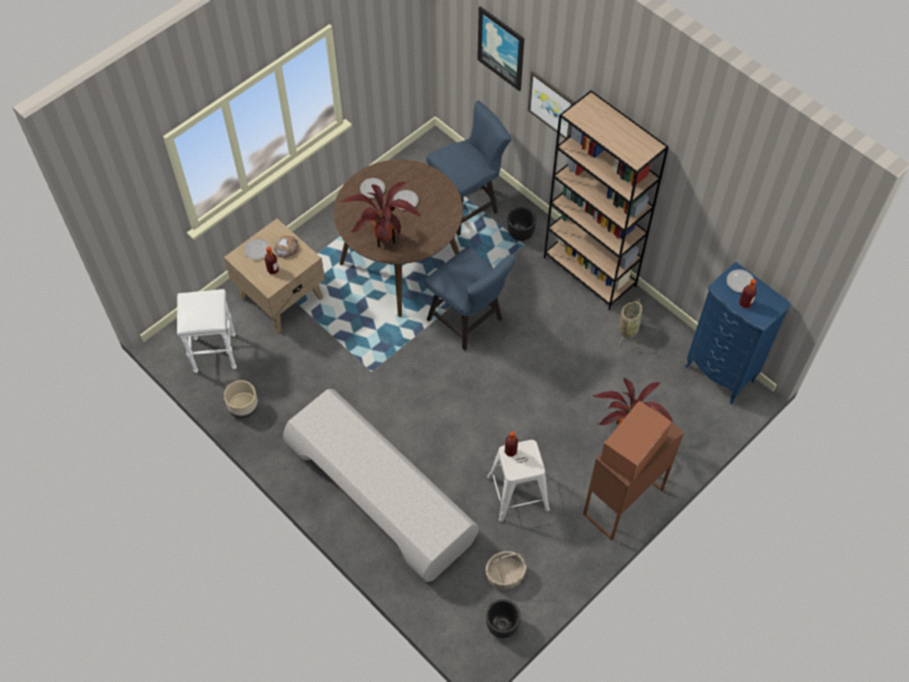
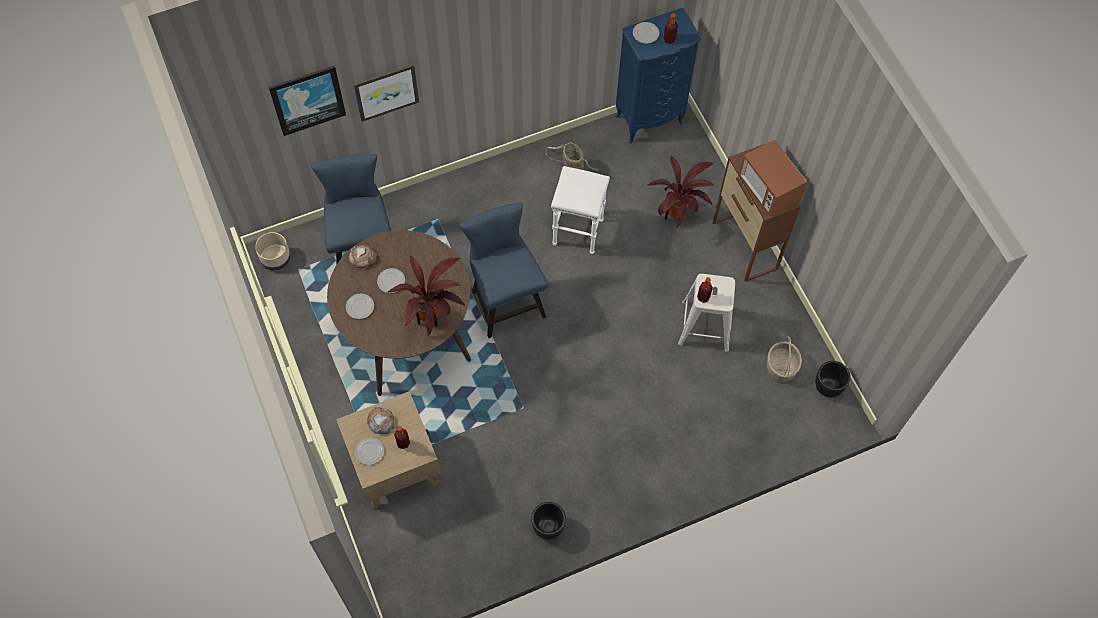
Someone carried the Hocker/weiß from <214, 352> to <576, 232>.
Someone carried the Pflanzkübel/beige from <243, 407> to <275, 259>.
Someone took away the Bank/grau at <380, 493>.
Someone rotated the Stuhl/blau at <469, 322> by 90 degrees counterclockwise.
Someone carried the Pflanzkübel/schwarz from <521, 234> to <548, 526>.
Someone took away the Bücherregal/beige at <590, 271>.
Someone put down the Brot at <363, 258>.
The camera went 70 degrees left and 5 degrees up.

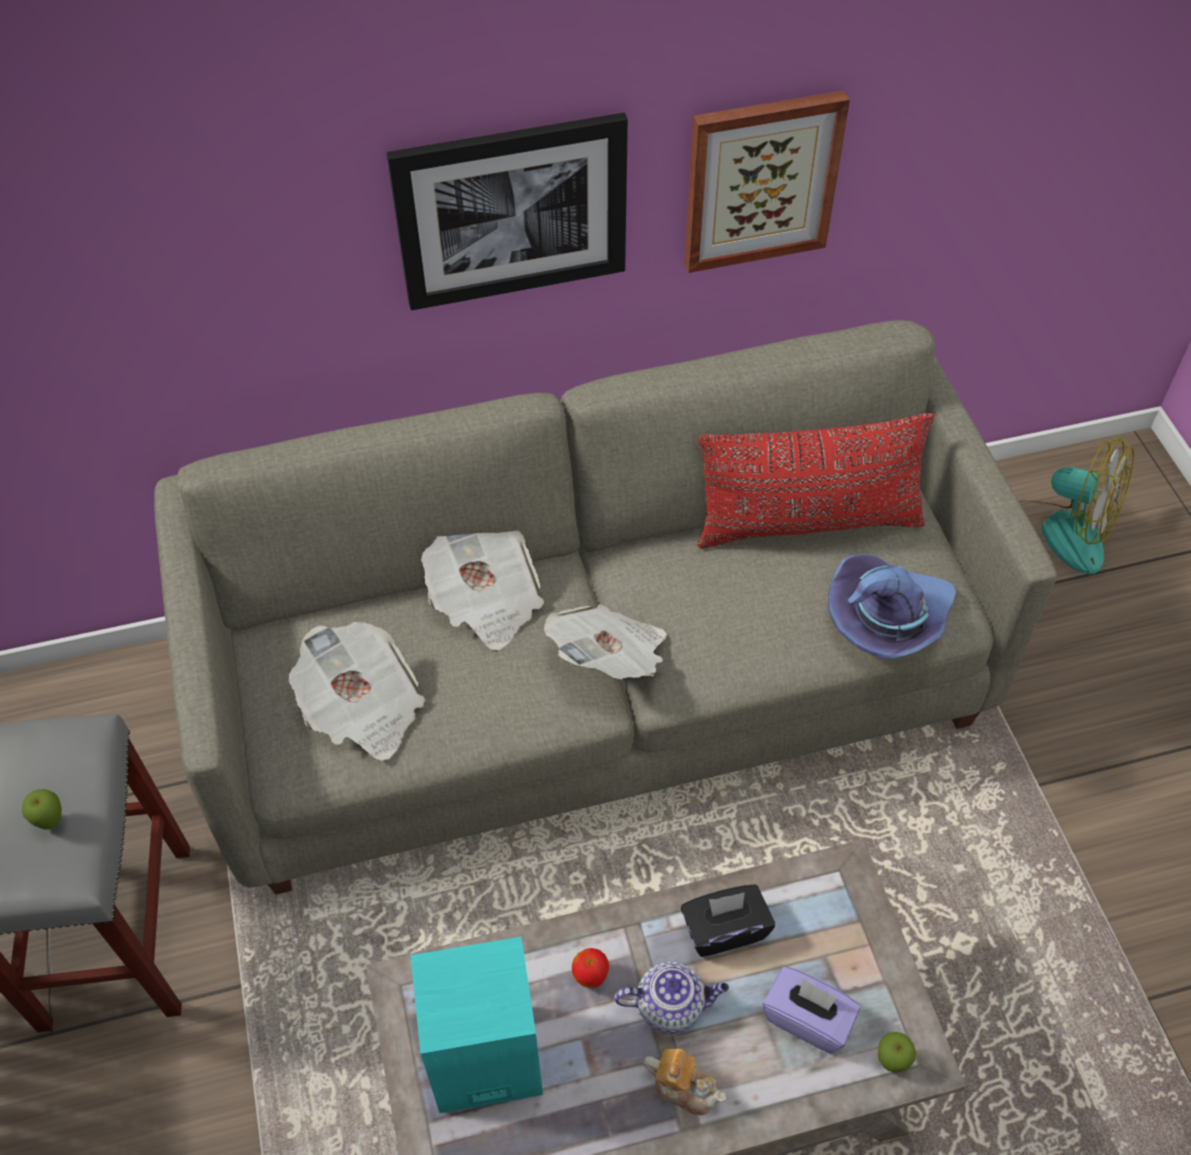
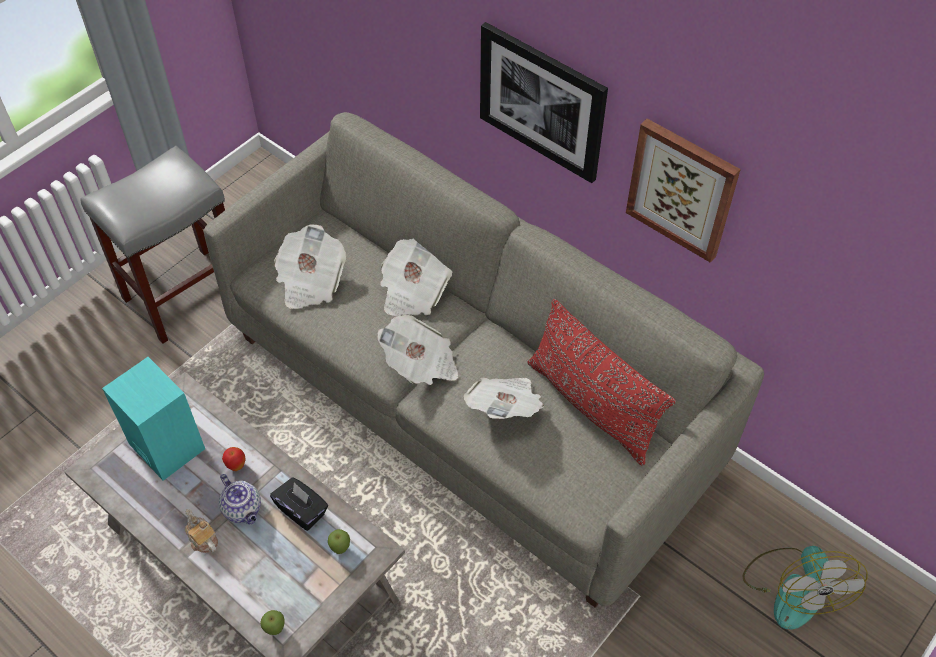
Someone carried the Apfel from <51, 822> to <340, 549>.
Someone rotated the Teekanne at <684, 1087> by 150 degrees clockwise.
Someone took away the Taschentuchbox/lila at <807, 1018>.
Someone took away the Hut/lila at <888, 618>.
Someone put down the Zeitung at <505, 408>.
The camera went 55 degrees right and 0 degrees up.

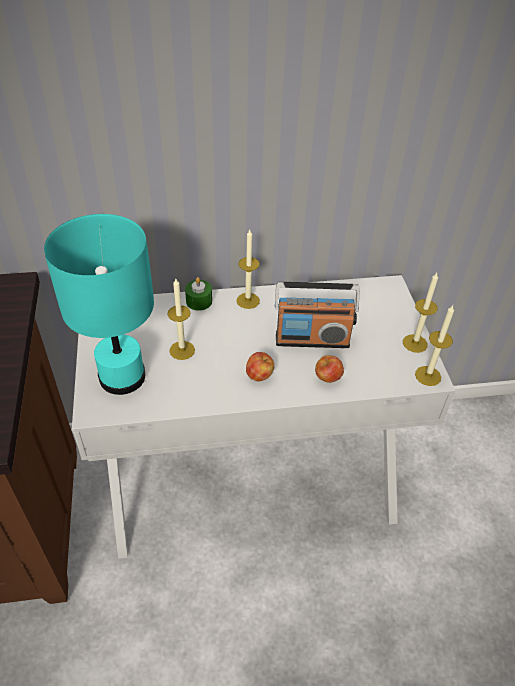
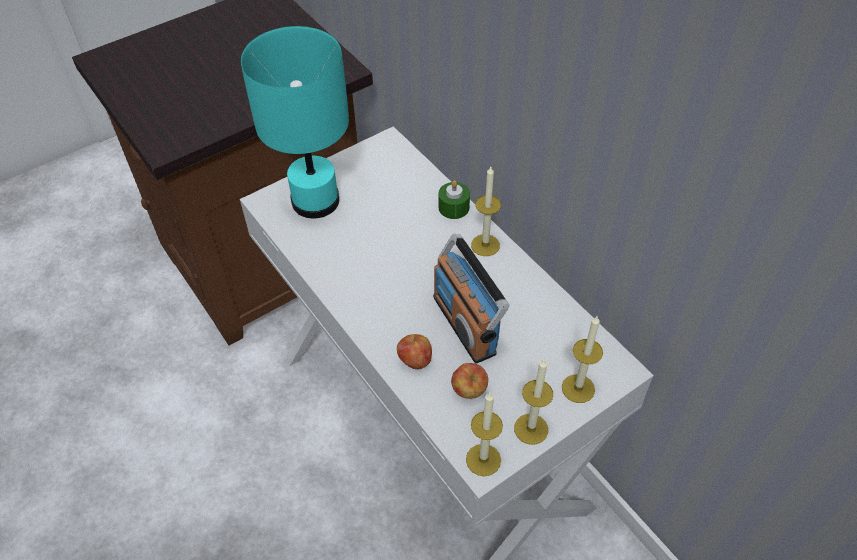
Someone carried the Kerze from <182, 350> to <578, 388>.
Someone carried the Apfel from <259, 375> to <469, 390>.
The camera went 65 degrees right and 5 degrees up.

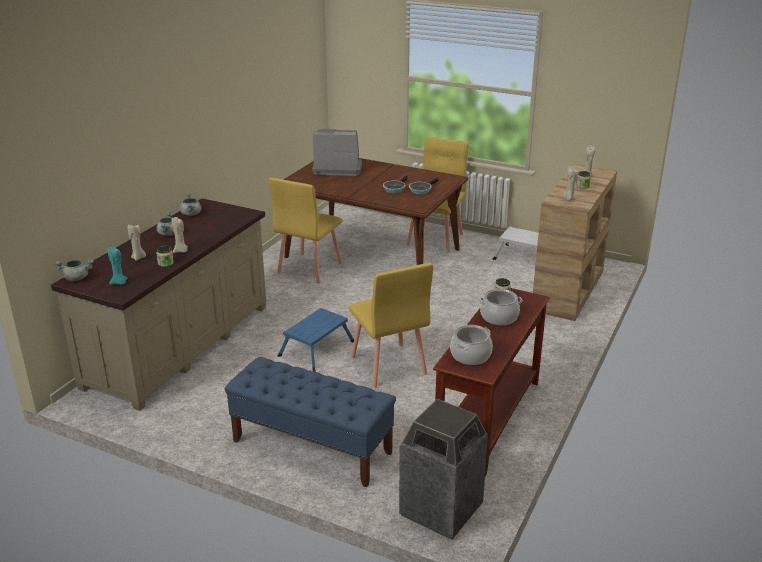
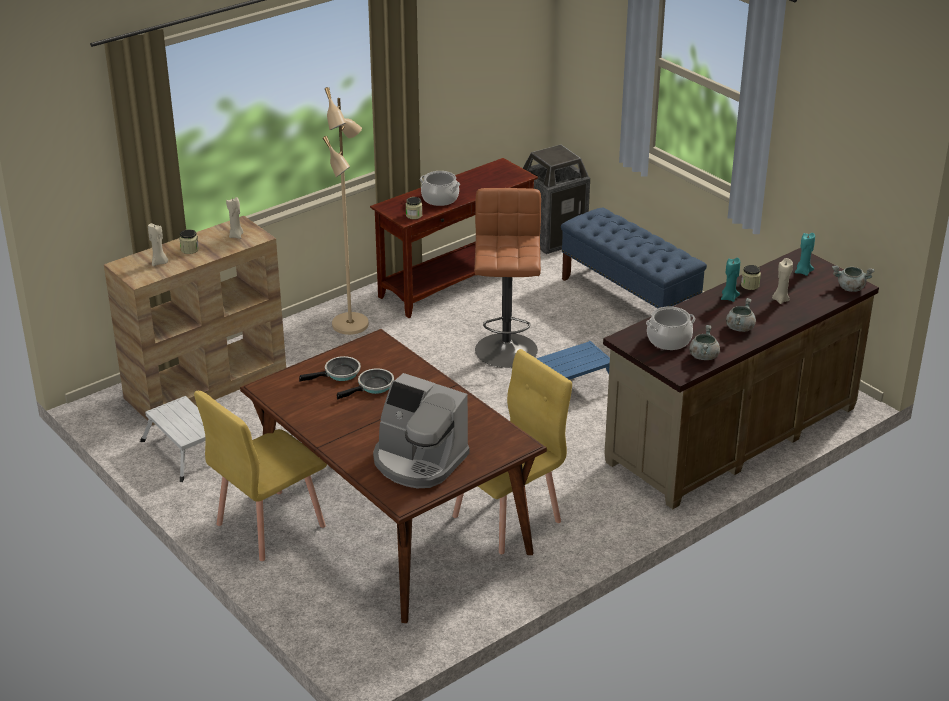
Someone repainted the Kerze/beige at <181, 251>, which became the Kerze/türkis at <729, 298>.
Someone swapped the Stuhl/gelb at <388, 366> for the Hocker/braun at <507, 350>.
Someone carried the Kochtopf from <470, 356> to <669, 340>.
Someone put down the Stehlampe/beige at <351, 325>.
The camera went 155 degrees left and 5 degrees up.

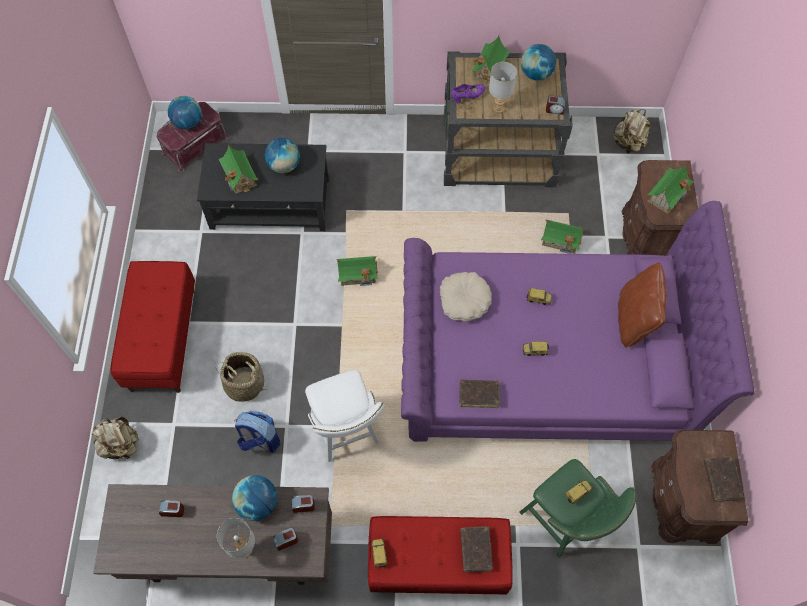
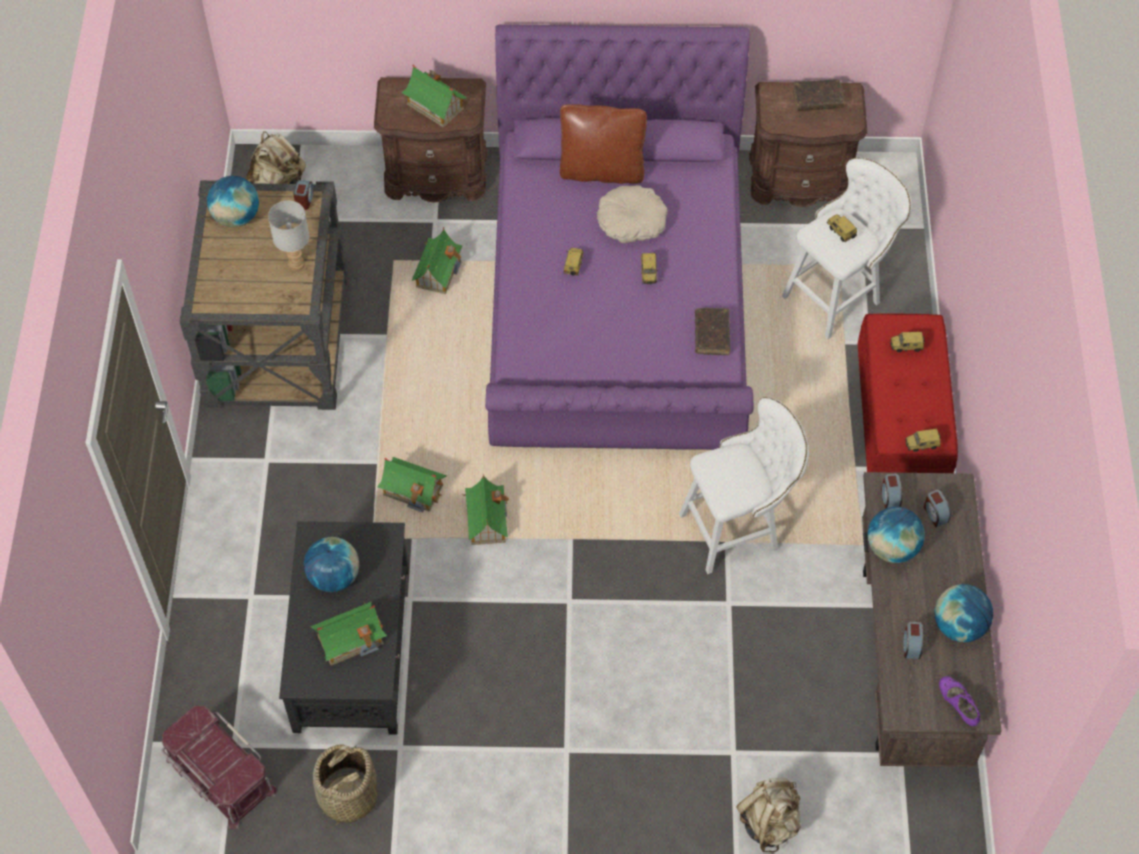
Someone took away the Bank/rot at <162, 339>.
Someone carried the Globus from <188, 123> to <959, 626>.
Someone carried the Korb from <244, 384> to <347, 796>.
Someone took away the Tischlampe/grau at <244, 549>.
Someone took away the Rucksack at <260, 440>.
Someone carried the Kissen/beige from <465, 300> to <631, 220>.
Someone carried the Schuh/lila from <468, 97> to <957, 706>.
Someone swapped the Buch/braun at <475, 550> for the Spielzeugauto at <906, 347>.
Someone carried the Spielzeughaus from <489, 69> to <413, 490>.
Someone repainted the Hocker/grün at <565, 524>, which became the Hocker/weiß at <839, 293>.
The camera went 90 degrees left and 5 degrees down.

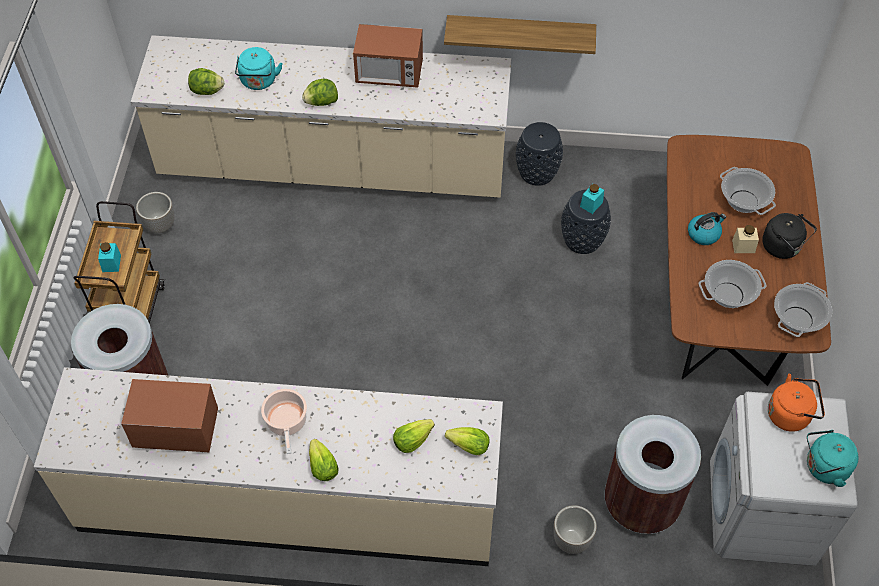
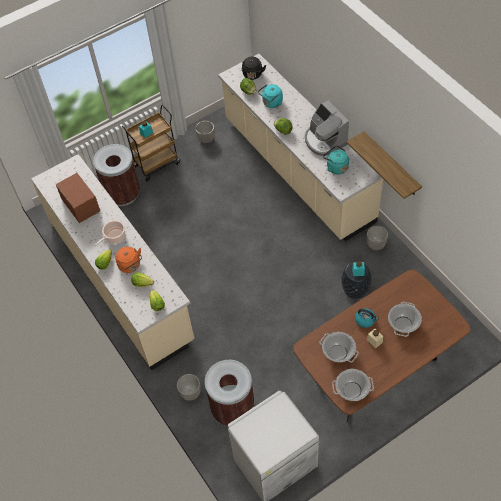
Someone swapped the Mikrowelle at <389, 74> for the Kaffeemaschine at <324, 140>.
Someone swapped the Hocker/schwarz at <537, 172> for the Pflanzkübel at <375, 244>.
Someone carried the Wasserkessel/schwarz from <783, 247> to <252, 75>.
Someone carried the Wasserkessel/orange from <791, 414> to <130, 266>.
Someone carried the Wasserkessel/türkis from <824, 468> to <336, 167>.
The camera went 55 degrees right and 0 degrees up.

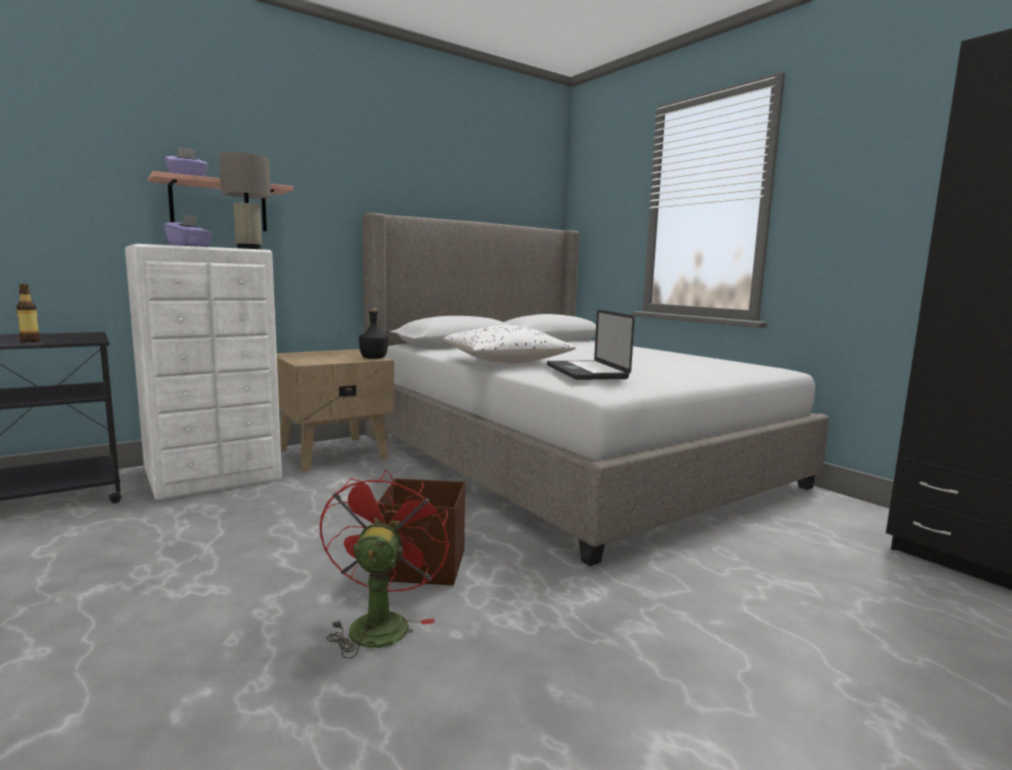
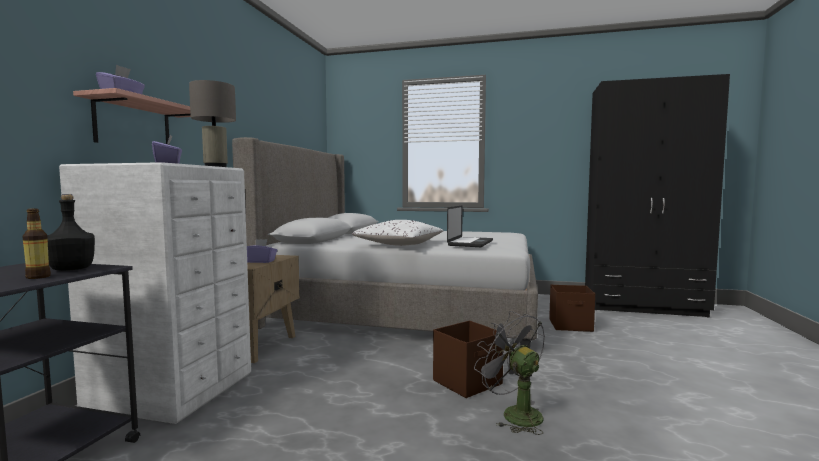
Someone repainted the Ventilator/rot at <380, 622>, which became the Ventilator/grau at <514, 414>.
Someone carried the Flasche/schwarz from <373, 358> to <72, 269>.
Someone rotated the Laptop at <586, 372> by 105 degrees counterclockwise.
Someone put down the Taschentuchbox/lila at <260, 261>.
Someone put down the Aufbewahrungsbox/braun at <571, 325>.
The camera went 40 degrees left and 5 degrees down.

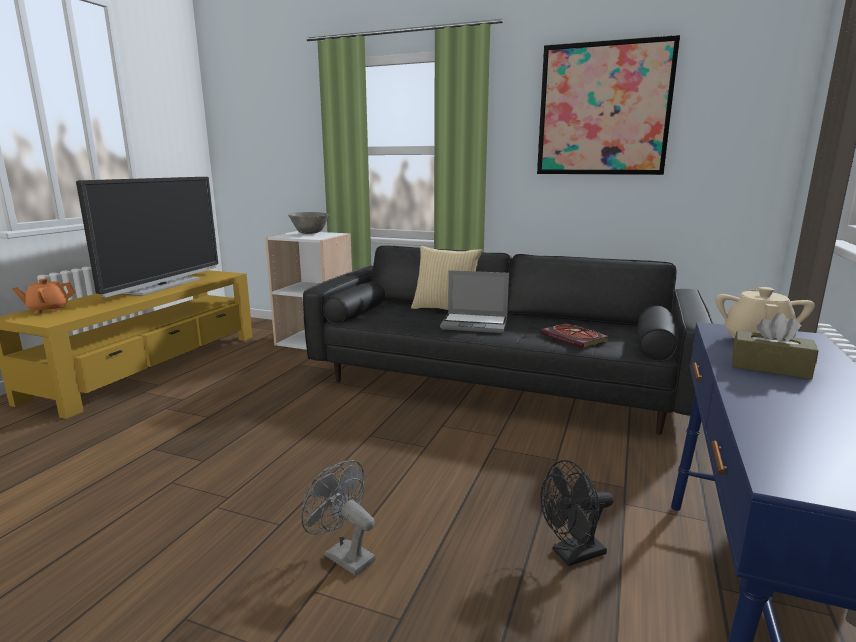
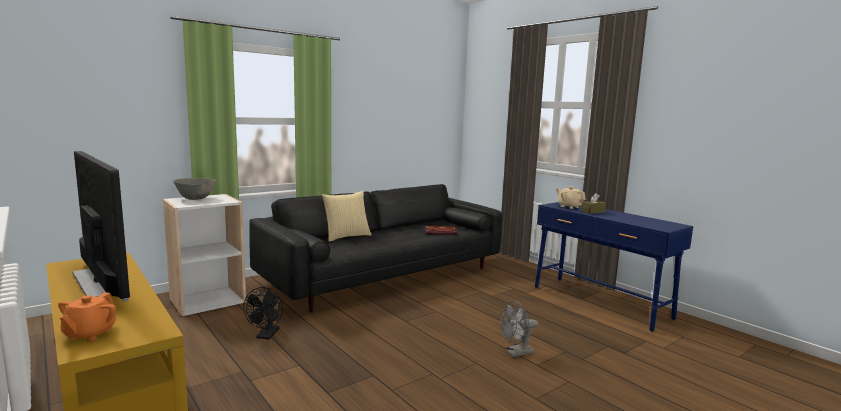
Someone took away the Laptop at <475, 324>.
Someone took away the Bild at <603, 110>.
Someone carried the Ventilator/schwarz from <572, 555> to <266, 336>.
The camera went 60 degrees left and 5 degrees down.

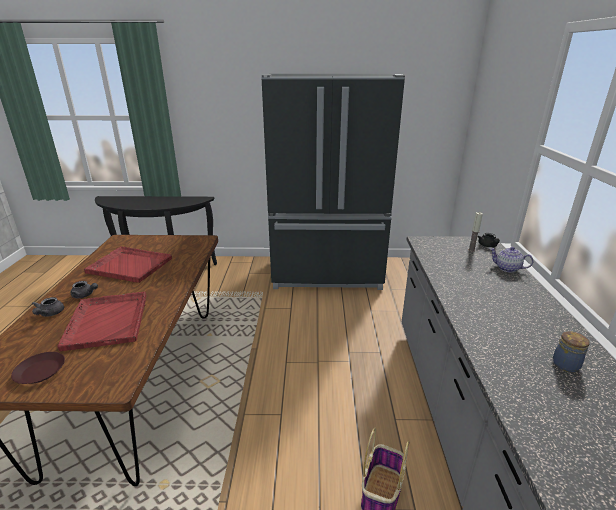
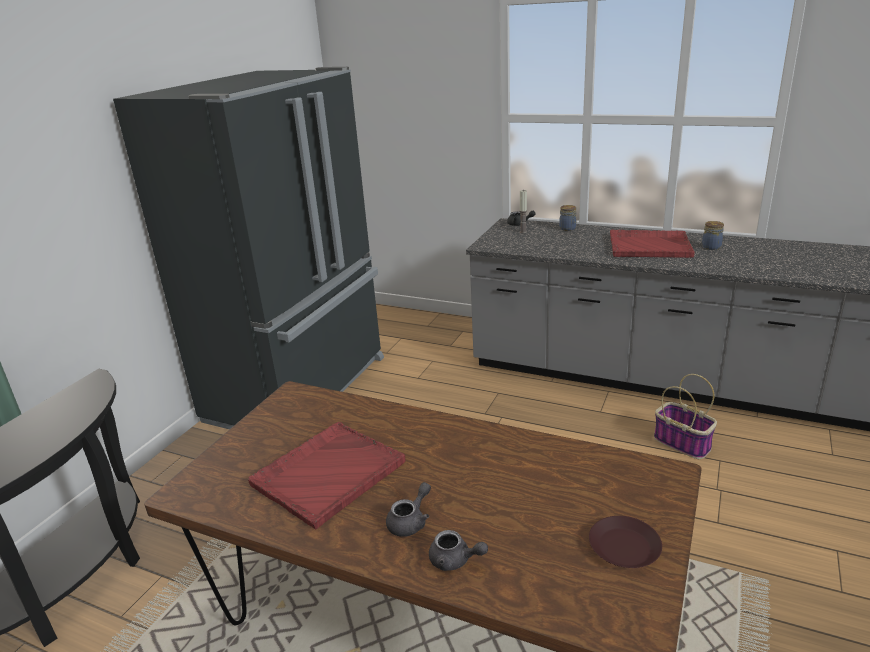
Someone carried the Tablett/rot from <107, 320> to <648, 246>.
Someone swapped the Teekanne at <507, 268> for the Vorratsglas at <568, 228>.
The camera went 65 degrees left and 0 degrees up.

